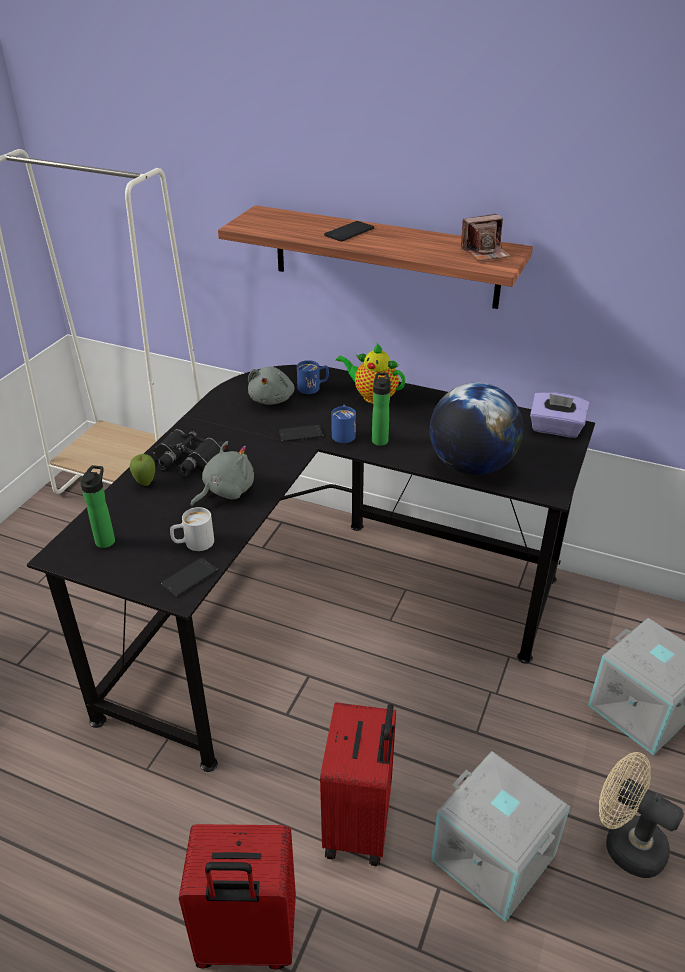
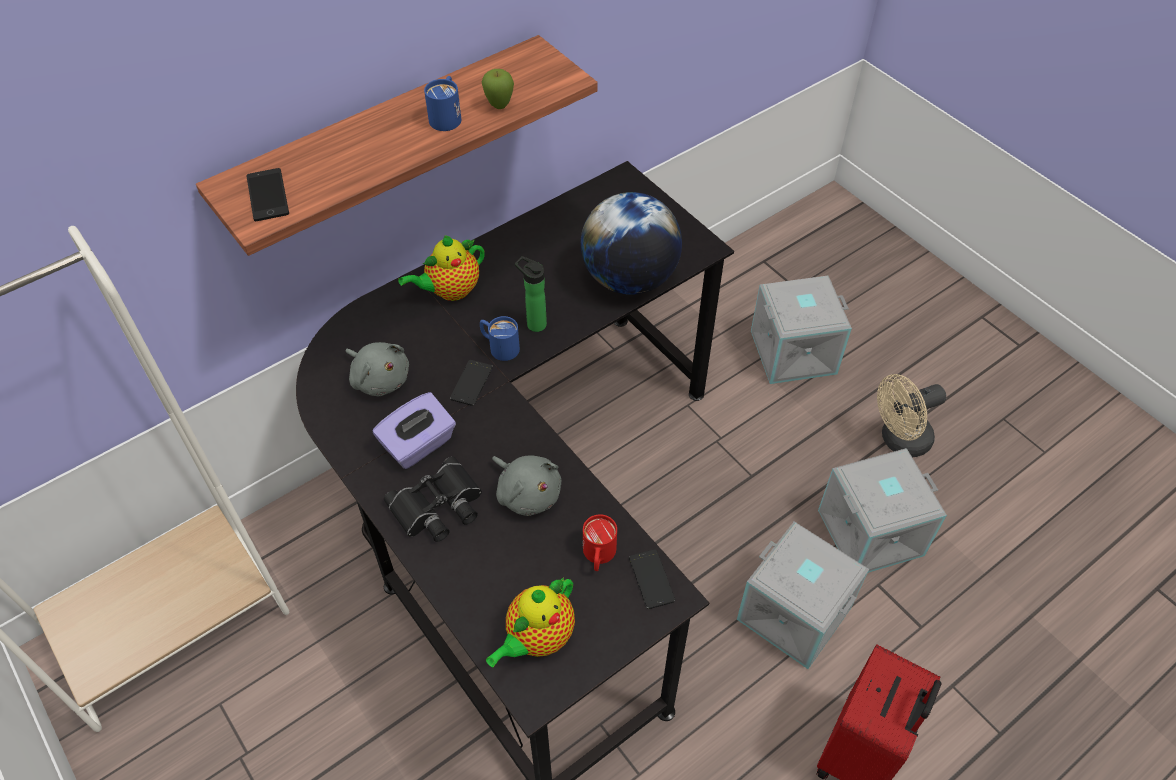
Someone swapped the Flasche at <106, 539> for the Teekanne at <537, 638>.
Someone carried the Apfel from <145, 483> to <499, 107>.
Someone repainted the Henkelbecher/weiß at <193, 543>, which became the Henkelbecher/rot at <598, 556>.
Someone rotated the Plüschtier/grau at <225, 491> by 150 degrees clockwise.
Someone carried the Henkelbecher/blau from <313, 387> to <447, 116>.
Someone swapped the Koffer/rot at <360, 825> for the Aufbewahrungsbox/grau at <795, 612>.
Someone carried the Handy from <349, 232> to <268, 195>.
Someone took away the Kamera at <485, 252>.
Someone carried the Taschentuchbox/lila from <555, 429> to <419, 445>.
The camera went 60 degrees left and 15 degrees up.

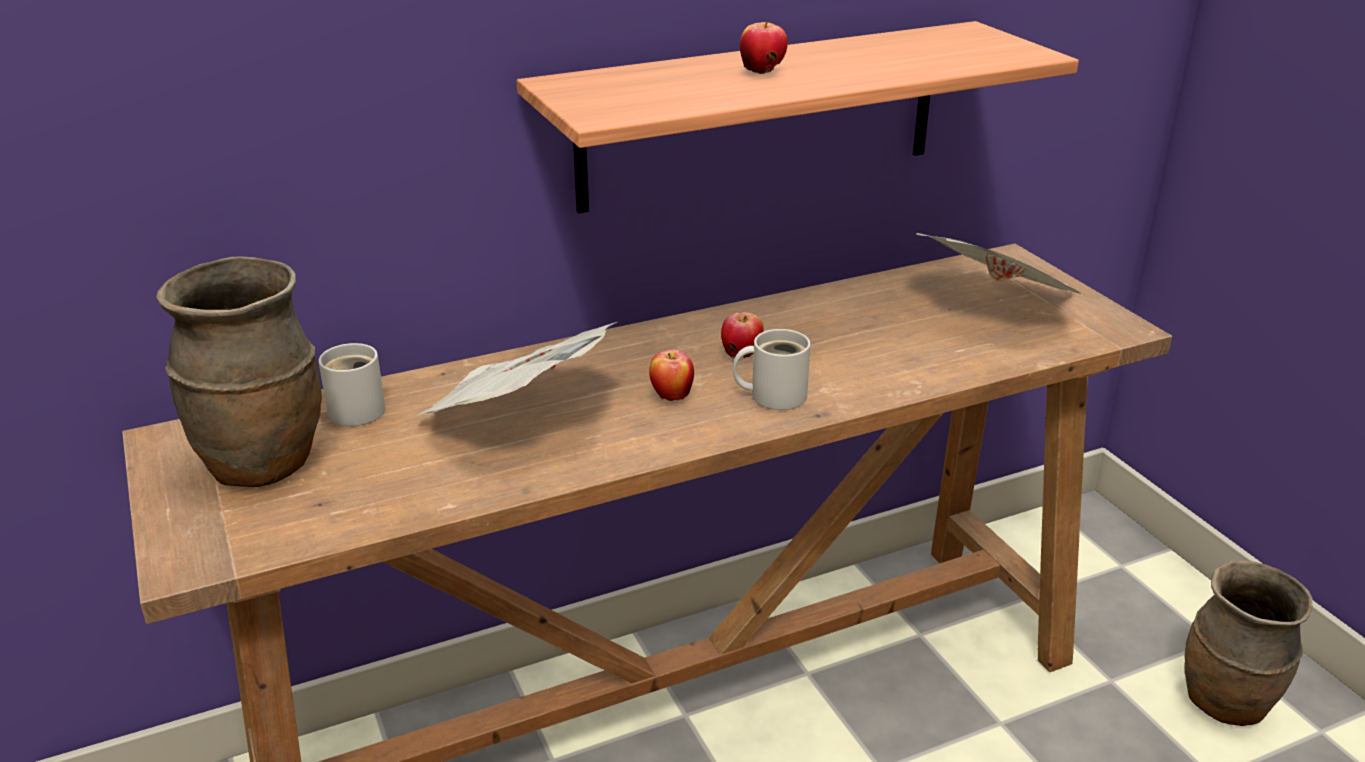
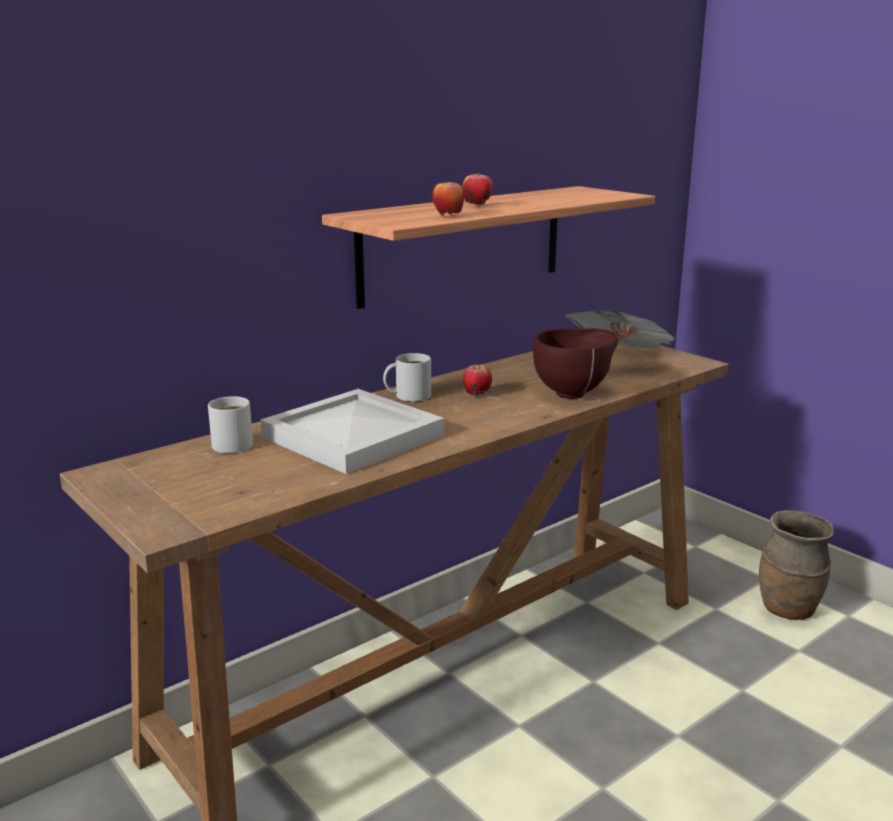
Someone took away the Vase/braun at <264, 464>.
Someone swapped the Zeitung at <519, 415> for the Tablett/weiß at <350, 436>.
Someone carried the Apfel from <671, 396> to <448, 216>.
Someone carried the Henkelbecher/weiß from <773, 394> to <409, 395>.
Someone put down the Schüssel/braun at <574, 394>.
The camera went 15 degrees left and 10 degrees down.

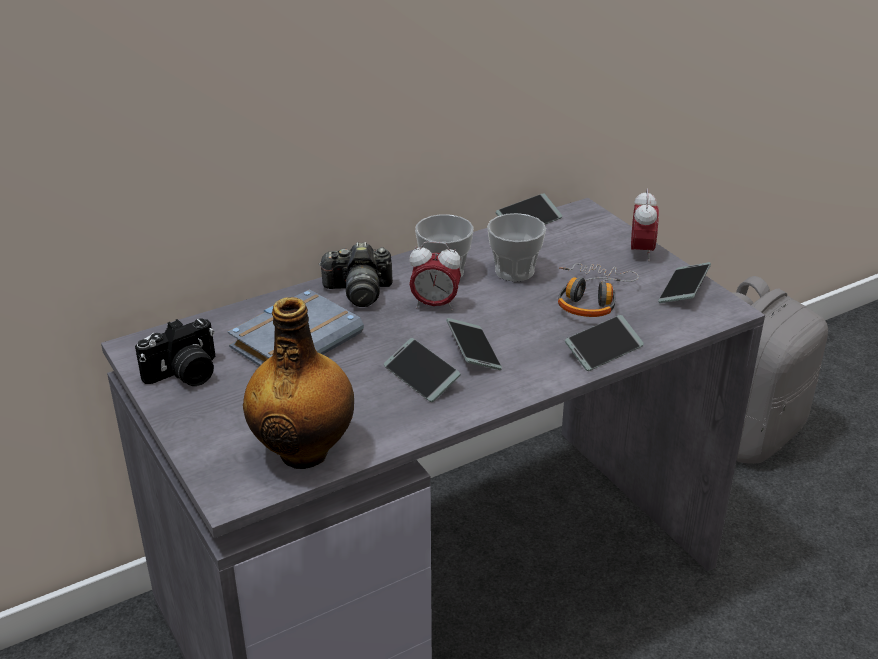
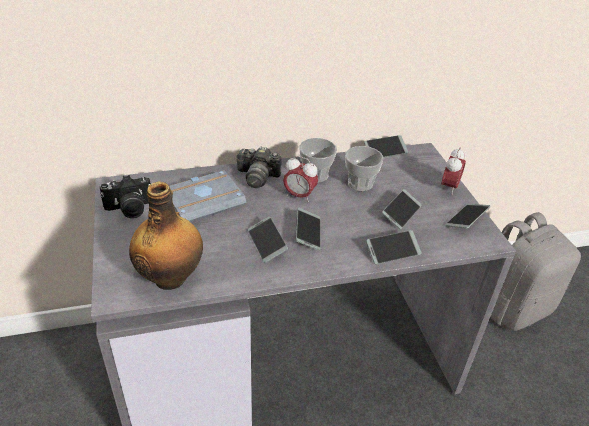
Someone swapped the Kopfhörer at <591, 299> for the Handy at <401, 213>.
The camera went 15 degrees right and 5 degrees up.

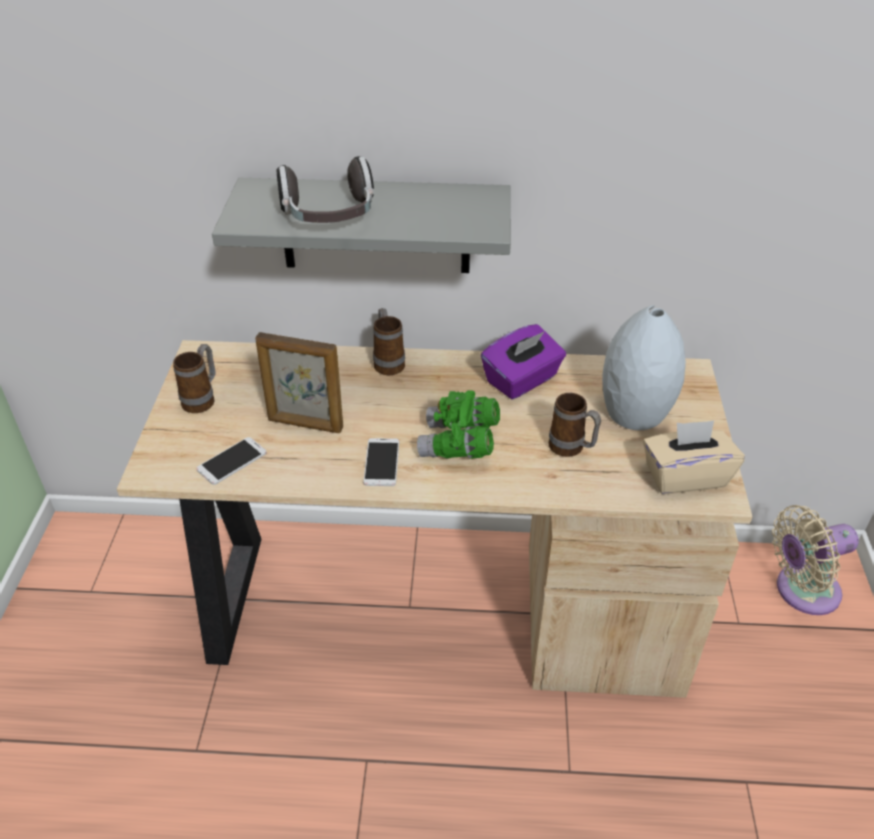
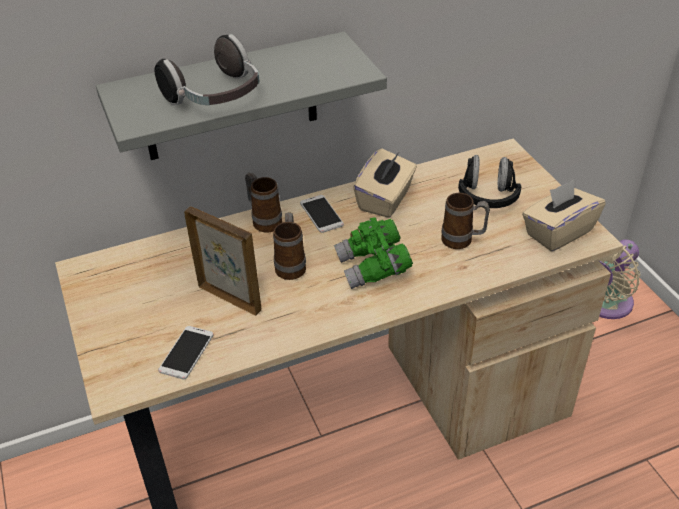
Someone carried the Henkelbecher from <203, 399> to <291, 265>.
Someone rotated the Bilderrahmen at <305, 424> by 135 degrees counterclockwise.
Someone carried the Handy from <381, 462> to <321, 214>.
Someone repainted the Taschentuchbox/lila at <522, 380>, which became the Taschentuchbox/beige at <385, 199>.
Someone swapped the Vase/grau at <633, 412> for the Kopfhörer/schwarz at <487, 197>.
The camera went 25 degrees left and 0 degrees up.

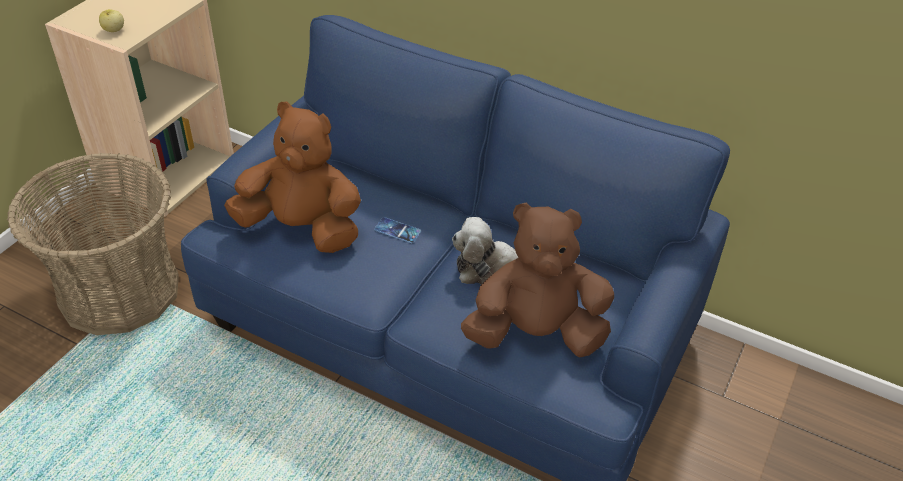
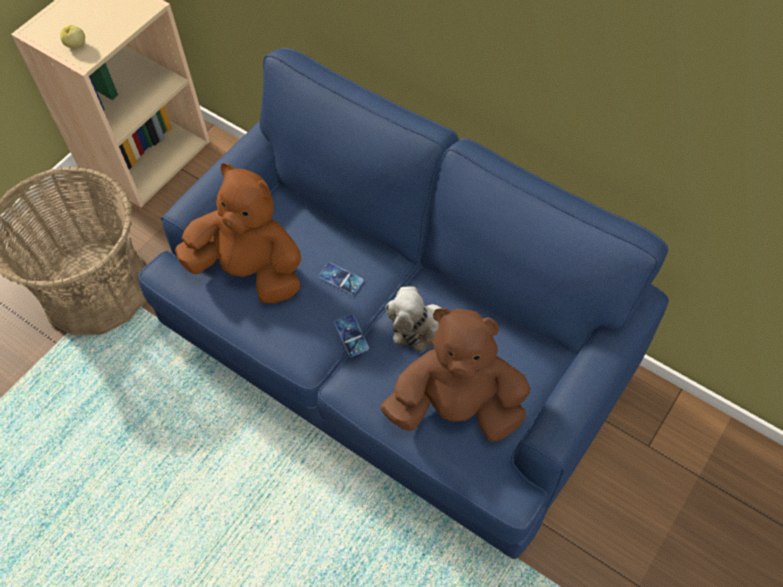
Someone put down the Handy at <351, 335>.
The camera went 10 degrees right and 15 degrees up.

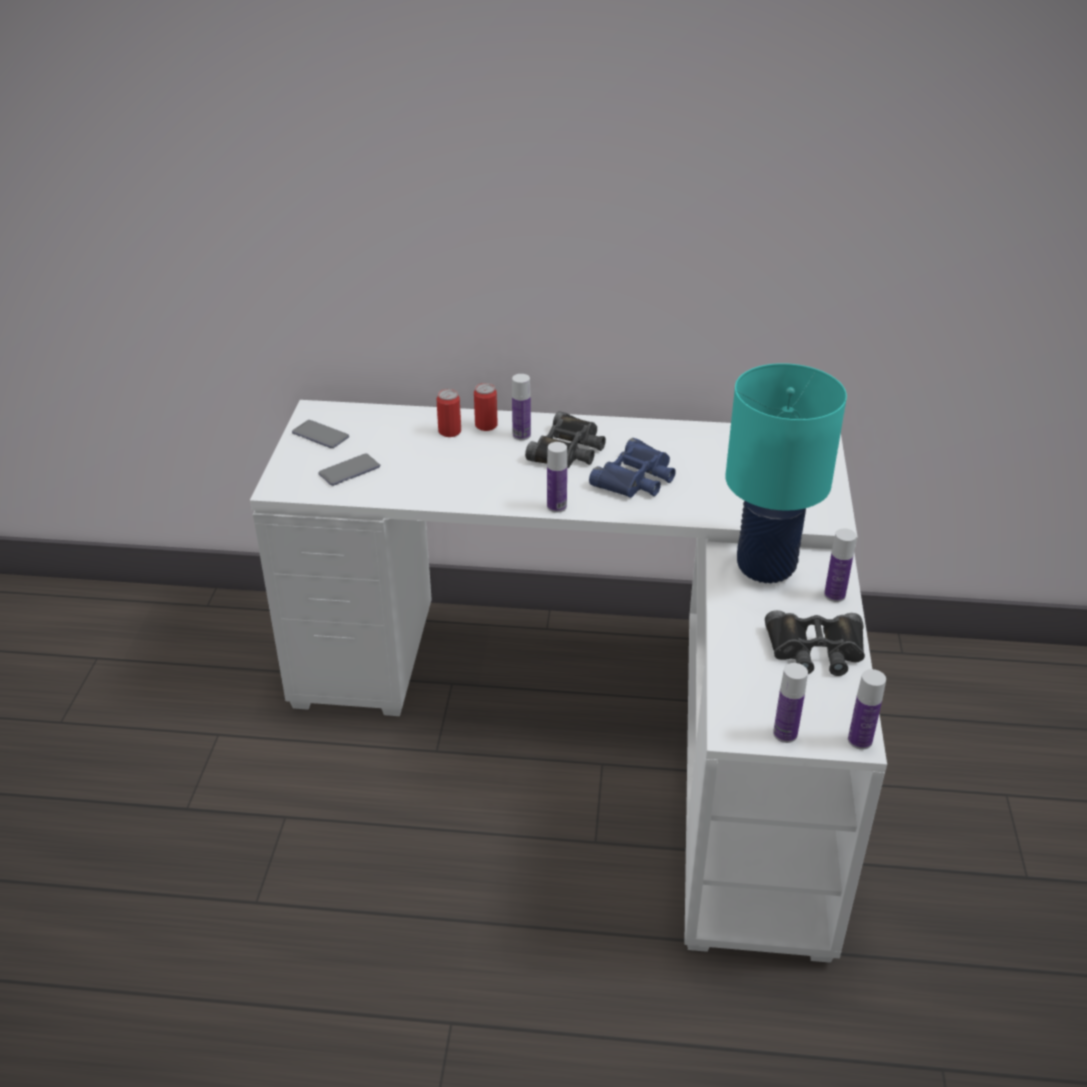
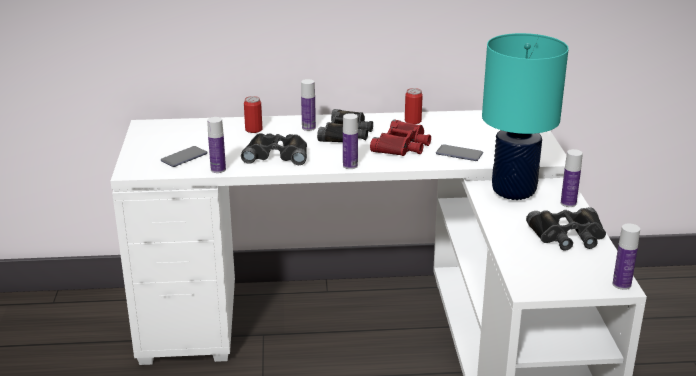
Someone carried the Handy from <320, 435> to <459, 154>.
Someone carried the Dose from <486, 425> to <413, 121>.
Someone repainted the Fernglas/blau at <636, 478>, which became the Fernglas/rot at <402, 145>.
Someone carried the Flasche from <785, 734> to <218, 169>.
Someone put down the Fernglas/schwarz at <277, 155>.
The camera went 10 degrees left and 10 degrees down.

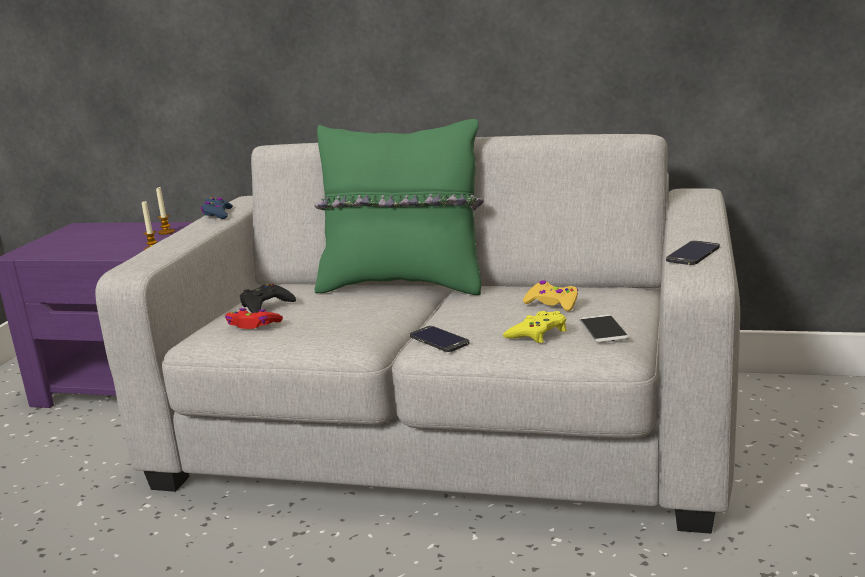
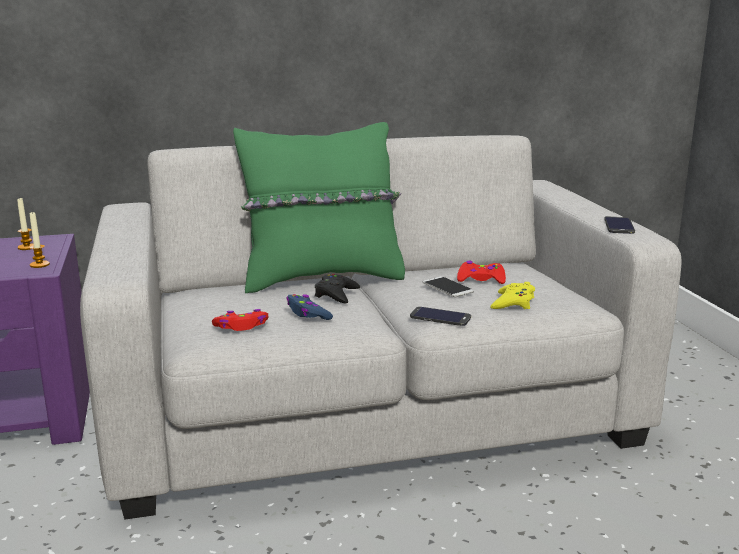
Someone carried the Gamepad/blau from <217, 214> to <308, 314>.
Someone carried the Gamepad/schwarz from <266, 305> to <336, 294>.
Someone repainted the Gamepad/gelb at <552, 303>, which became the Gamepad/rot at <481, 279>.
Someone carried the Handy from <603, 330> to <447, 287>.
The camera went 30 degrees left and 0 degrees up.

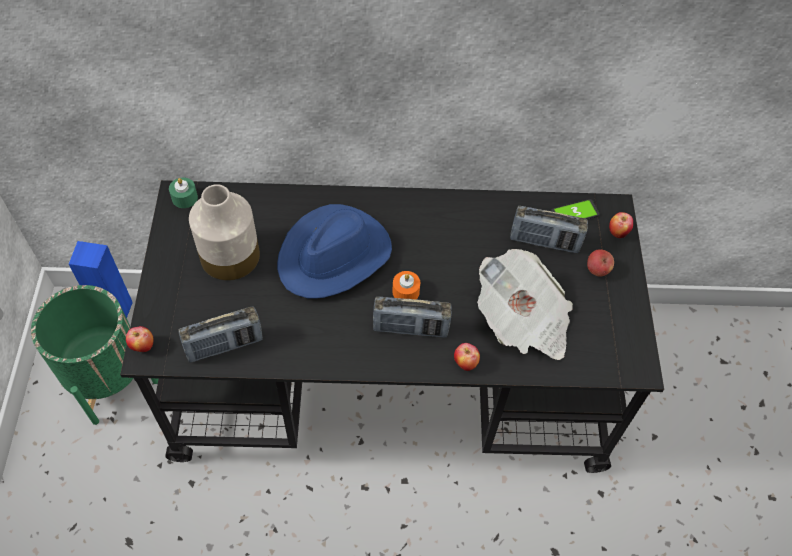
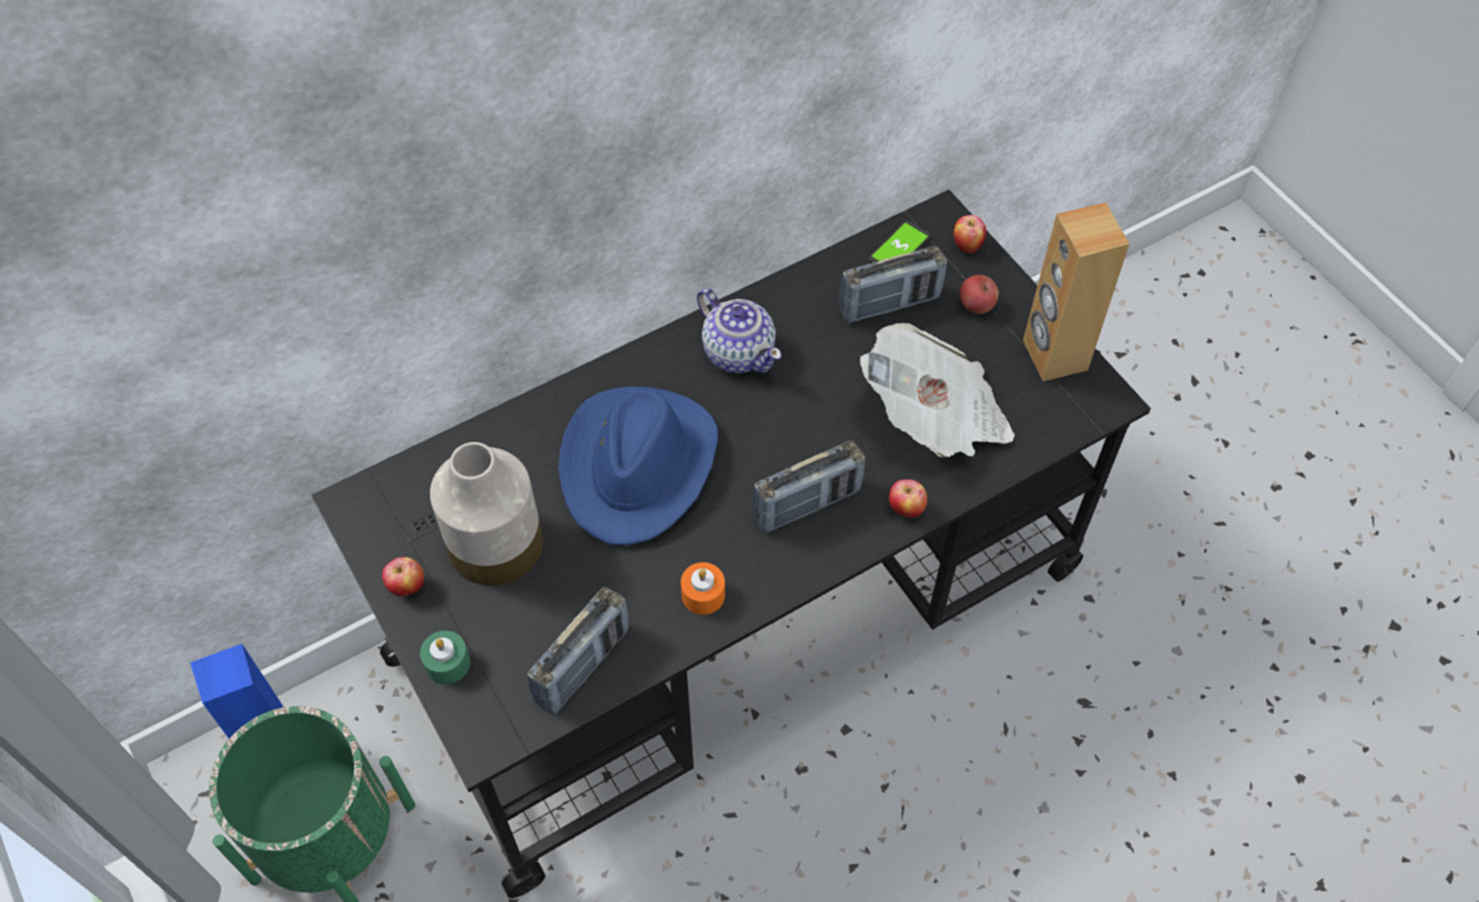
Someone carried the Apfel from <143, 346> to <407, 587>.
Someone carried the Kerze/grün from <184, 198> to <447, 663>.
Someone carried the Kerze/orange from <405, 292> to <703, 595>.
Someone put down the Teekanne at <738, 351>.
Someone put down the Lautsprecher/braun at <1054, 355>.
The camera went 30 degrees left and 0 degrees up.

